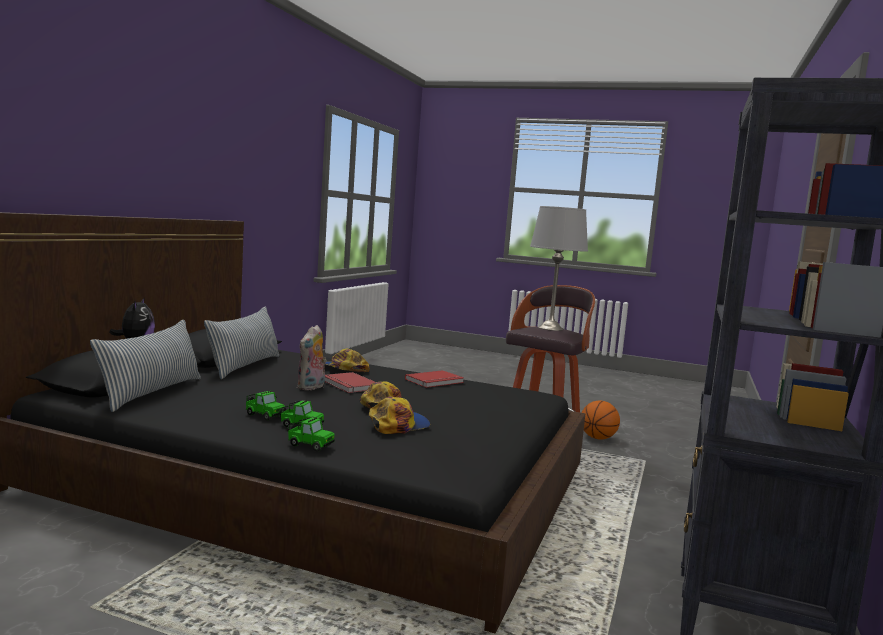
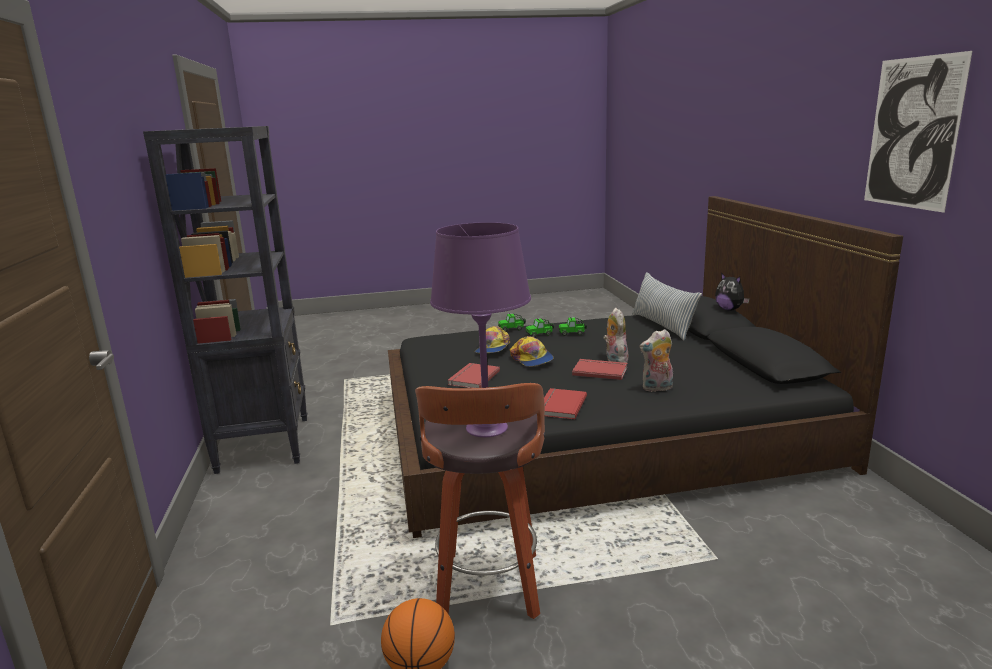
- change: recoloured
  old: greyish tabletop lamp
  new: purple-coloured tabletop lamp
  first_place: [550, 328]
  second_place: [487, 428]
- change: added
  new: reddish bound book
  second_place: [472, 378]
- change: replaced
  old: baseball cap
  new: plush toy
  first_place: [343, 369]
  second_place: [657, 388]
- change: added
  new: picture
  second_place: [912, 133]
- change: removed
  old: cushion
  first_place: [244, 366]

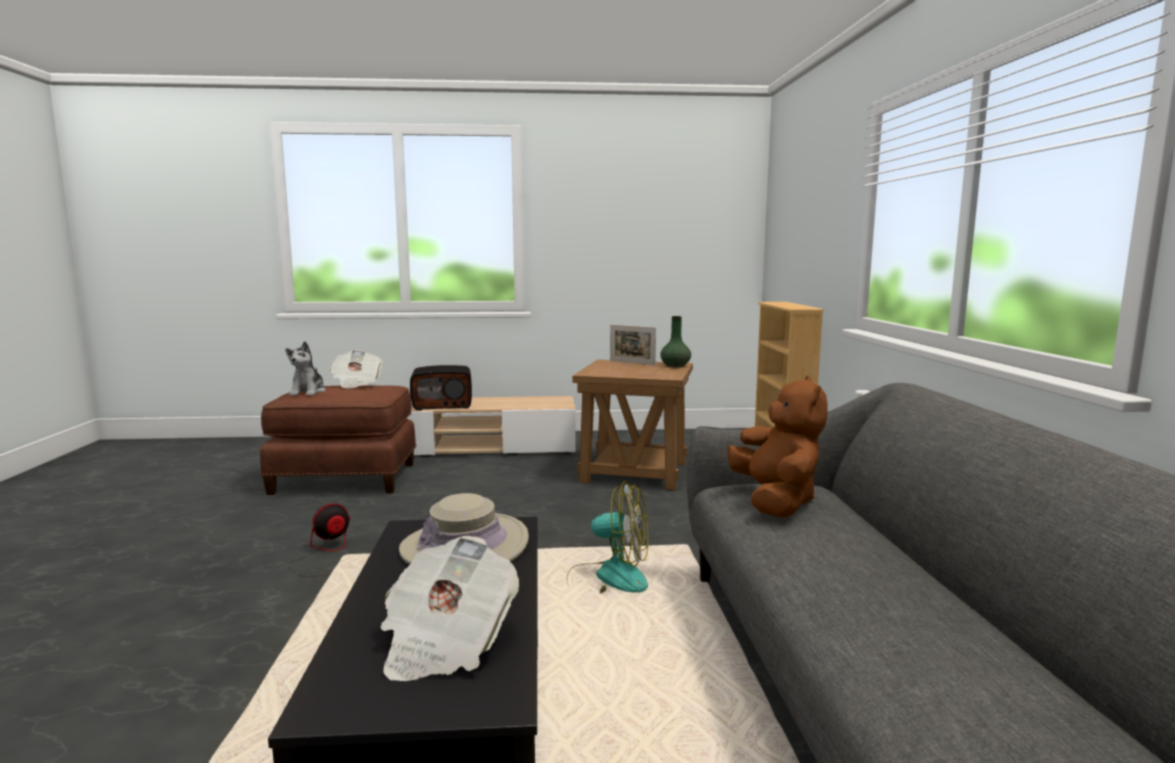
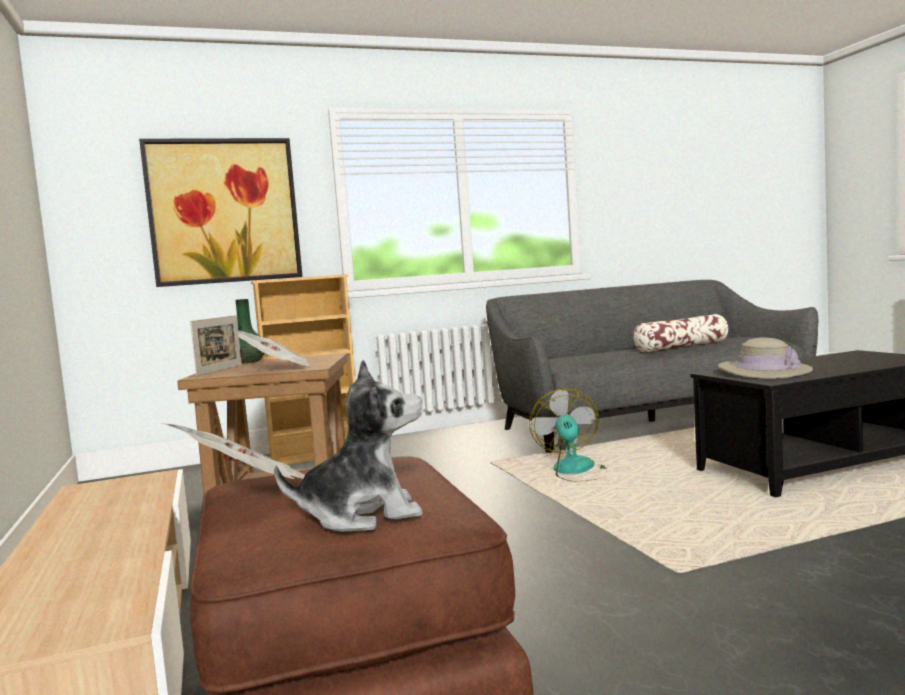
- change: added
  new: picture
  second_place: [224, 211]
- change: moved
  old: newspaper
  first_place: [445, 642]
  second_place: [277, 369]
- change: added
  new: cushion
  second_place: [682, 346]
- change: removed
  old: cooling fan
  first_place: [326, 554]
- change: removed
  old: radio
  first_place: [443, 404]
- change: removed
  old: brownish plush toy
  first_place: [775, 501]

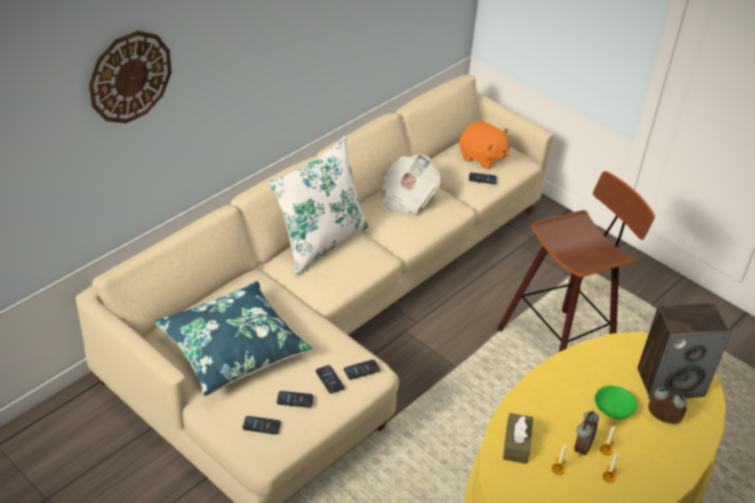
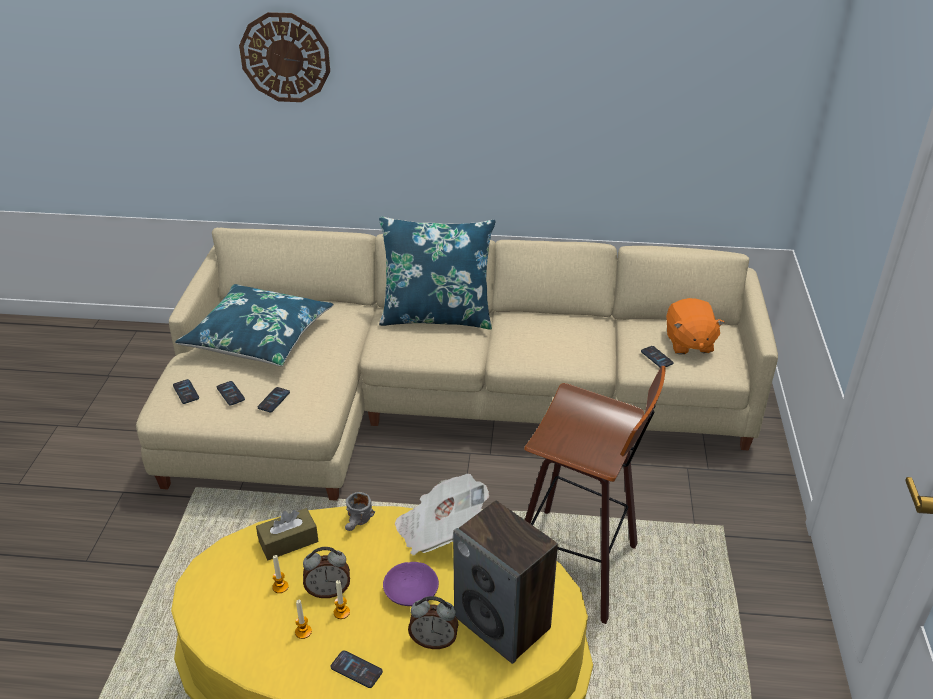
- change: moved
  old: handset
  first_place: [361, 370]
  second_place: [356, 669]
- change: added
  new: greyish mug
  second_place: [358, 524]
- change: recoloured
  old: white-coloured cushion
  new: blue cushion
  first_place: [319, 242]
  second_place: [437, 316]
- change: recoloured
  old: green bowl
  new: purple-coloured bowl
  first_place: [613, 408]
  second_place: [411, 591]
- change: moved
  old: newspaper
  first_place: [406, 198]
  second_place: [440, 530]
- change: turned
  old: table clock
  first_place: [662, 420]
  second_place: [434, 641]
  degrees: 105

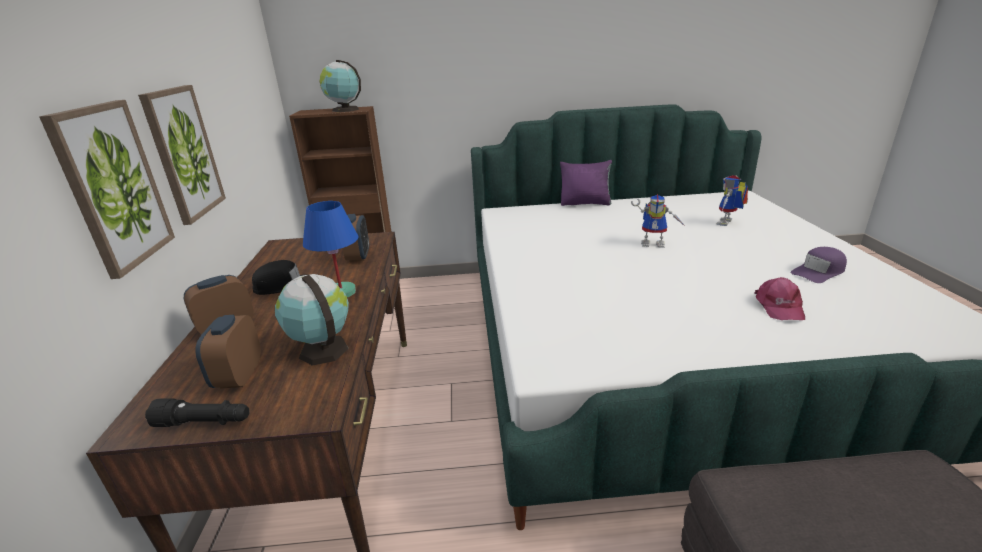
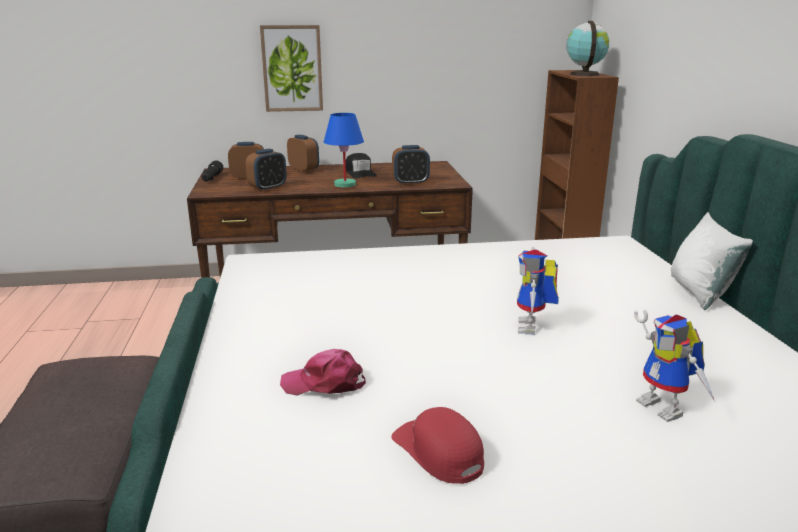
- change: replaced
  old: globe
  new: table clock
  first_place: [322, 349]
  second_place: [268, 188]
- change: recoloured
  old: purple-coloured baseball cap
  new: reddish baseball cap
  first_place: [818, 271]
  second_place: [438, 452]
- change: turned
  old: robot figure
  first_place: [727, 223]
  second_place: [667, 408]
  degrees: -150
- change: recoloured
  old: purple-coloured cushion
  new: white-coloured cushion
  first_place: [585, 203]
  second_place: [699, 293]
- change: removed
  old: picture
  first_place: [184, 153]

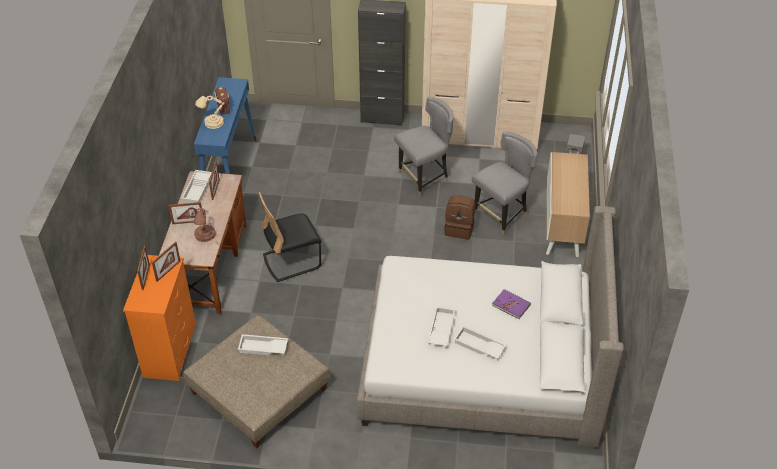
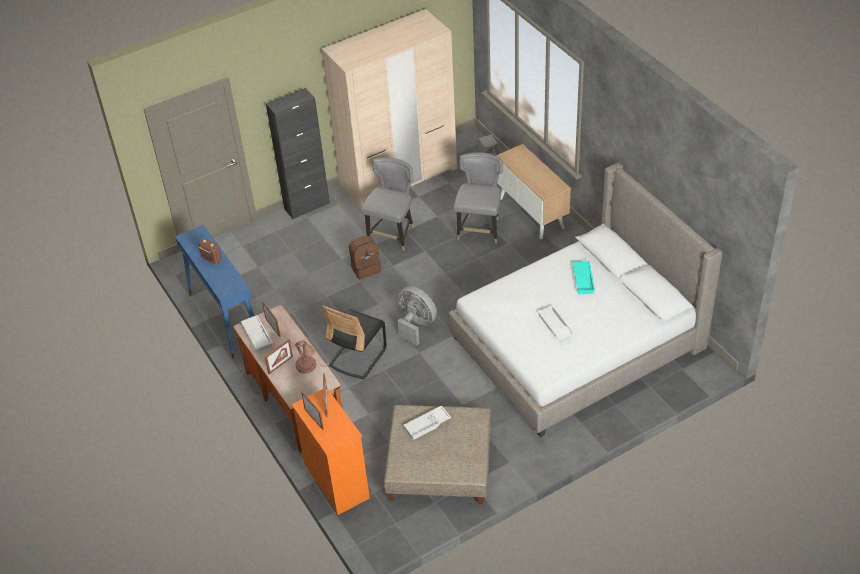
- change: moved
  old: brownish rucksack
  first_place: [459, 229]
  second_place: [365, 268]
- change: added
  new: greyish cooling fan
  second_place: [416, 325]
- change: replaced
  old: purple-coloured bound book
  new: blue-green tray
  first_place: [511, 305]
  second_place: [584, 280]
- change: removed
  old: sand-coloured tabletop lamp
  first_place: [212, 123]
- change: removed
  old: white-coloured tray
  first_place: [478, 346]

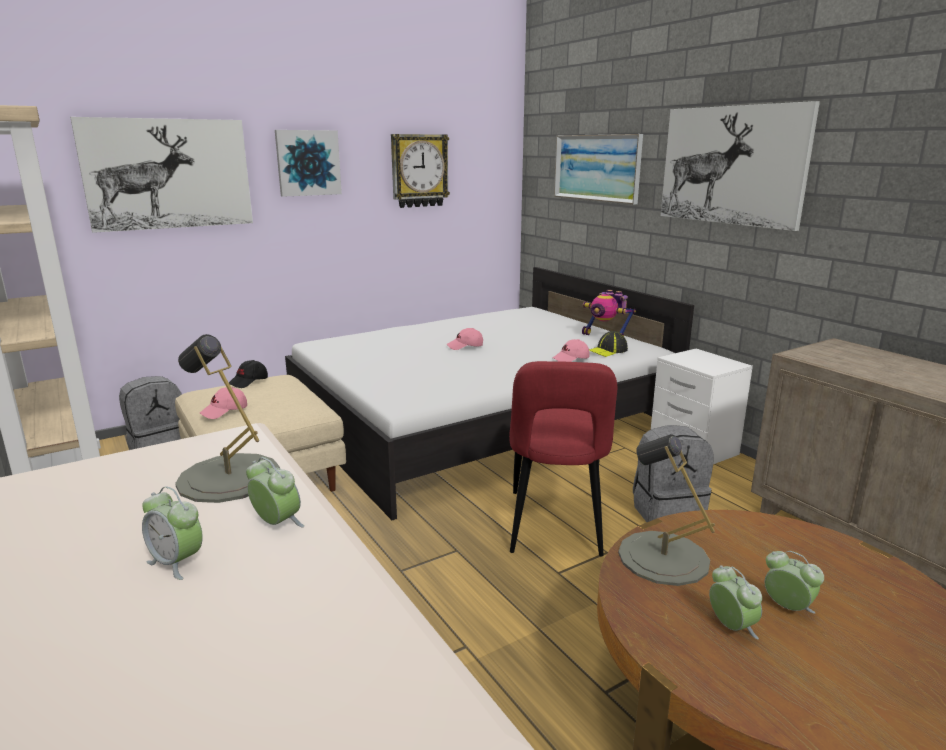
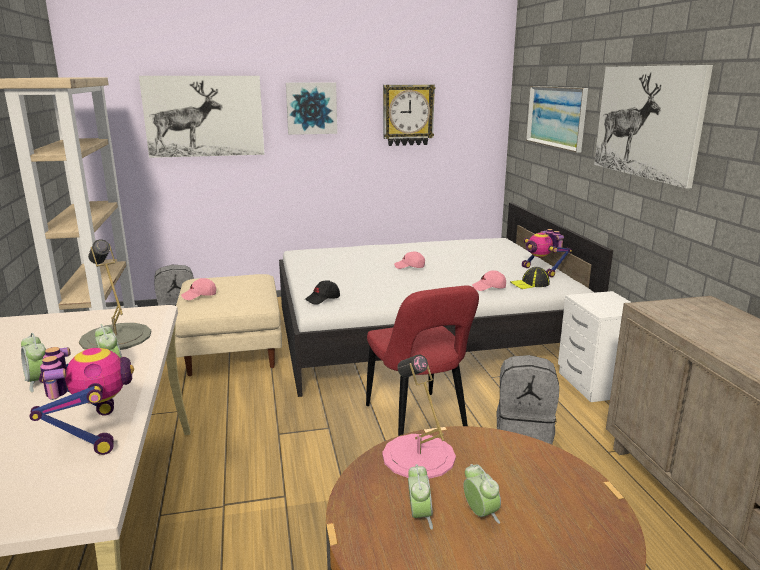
- change: added
  new: robot figure
  second_place: [92, 433]
- change: moved
  old: black-coloured baseball cap
  first_place: [248, 382]
  second_place: [323, 299]
- change: turned
  old: reddish plain chair
  first_place: [555, 527]
  second_place: [417, 425]
  degrees: -45
- change: recoloured
  old: greyish tabletop lamp
  new: pinkish tabletop lamp
  first_place: [663, 557]
  second_place: [418, 456]

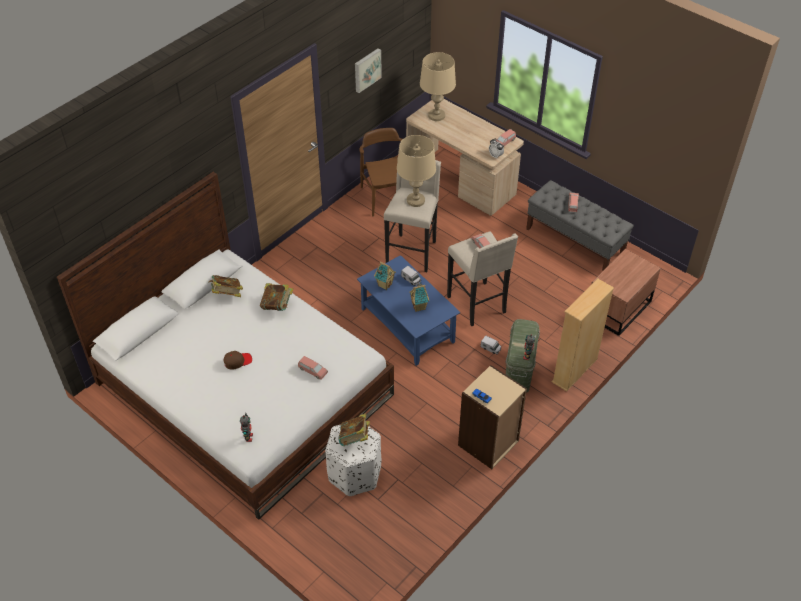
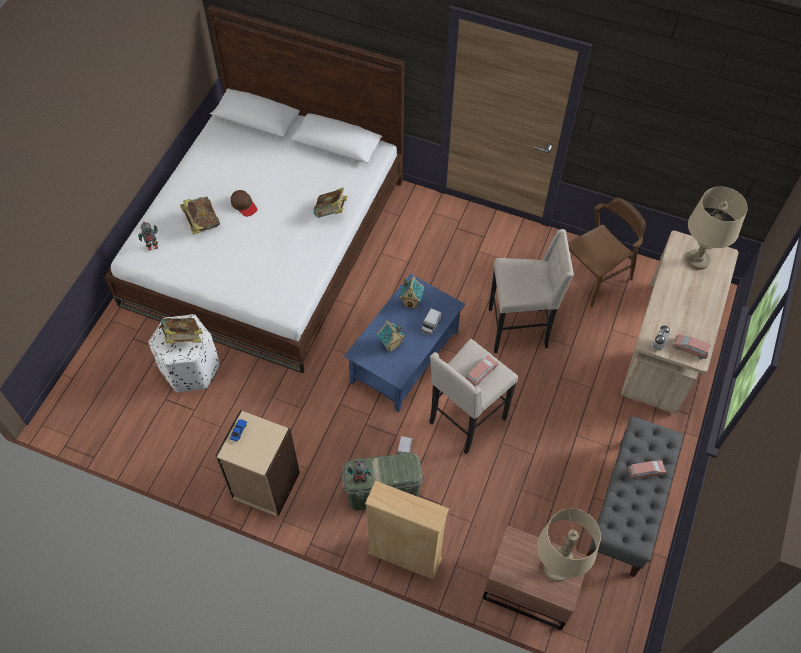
- change: moved
  old: bound book
  first_place: [227, 294]
  second_place: [202, 223]
- change: moved
  old: sand-coloured tabletop lamp
  first_place: [415, 200]
  second_place: [556, 568]
- change: removed
  old: pinkish miniature car
  first_place: [312, 371]
- change: removed
  old: picture
  first_place: [366, 69]

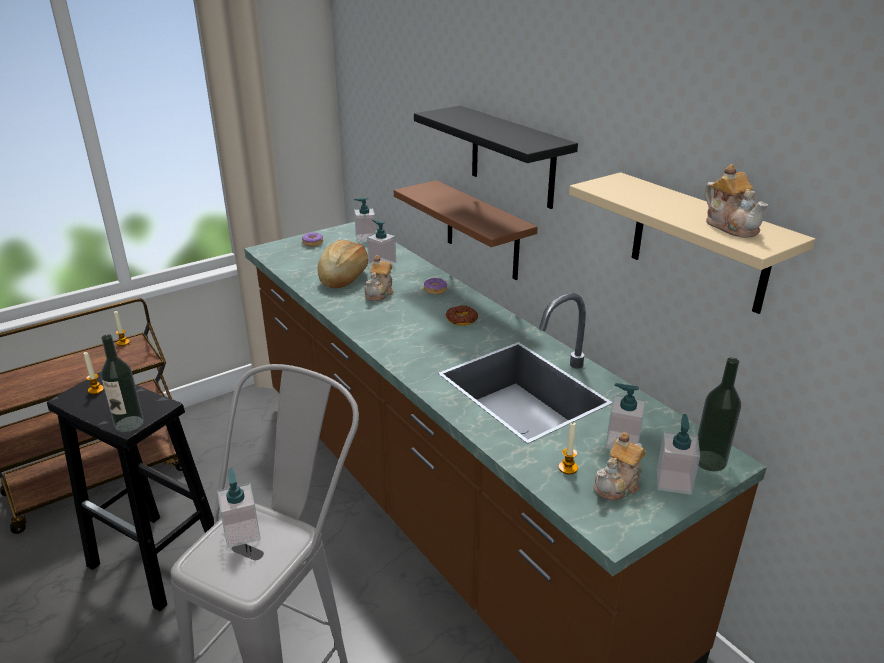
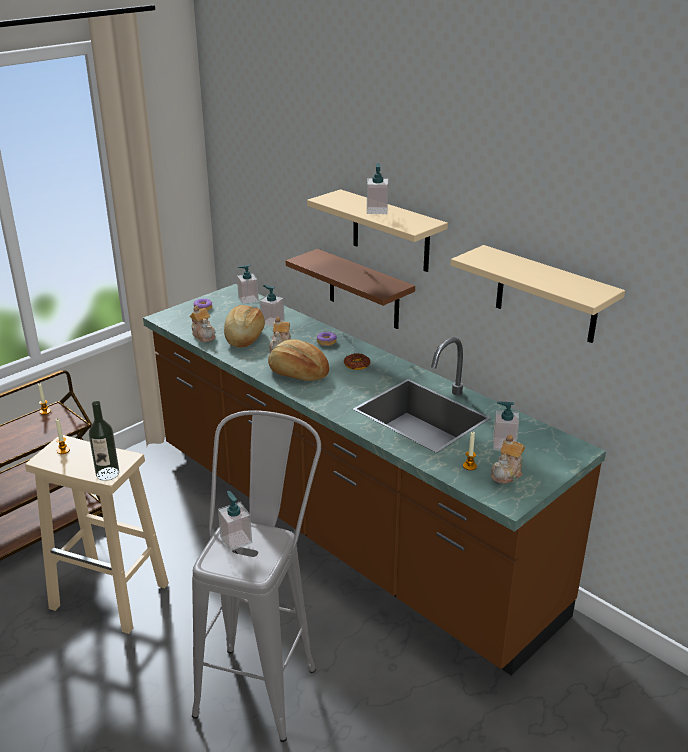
- change: recoloured
  old: black-coloured sitting stool
  new: sand-coloured sitting stool
  first_place: [158, 560]
  second_place: [111, 596]
- change: moved
  old: pot for tea
  first_place: [731, 226]
  second_place: [203, 335]
- change: added
  new: bakery bread
  second_place: [298, 373]
- change: recoloured
  old: black-coloured shelf
  new: sand-coloured shelf
  first_place: [512, 157]
  second_place: [390, 231]
- change: moved
  old: liquid soap bottle
  first_place: [673, 481]
  second_place: [377, 210]
- change: removed
  old: beverage bottle
  first_place: [709, 461]

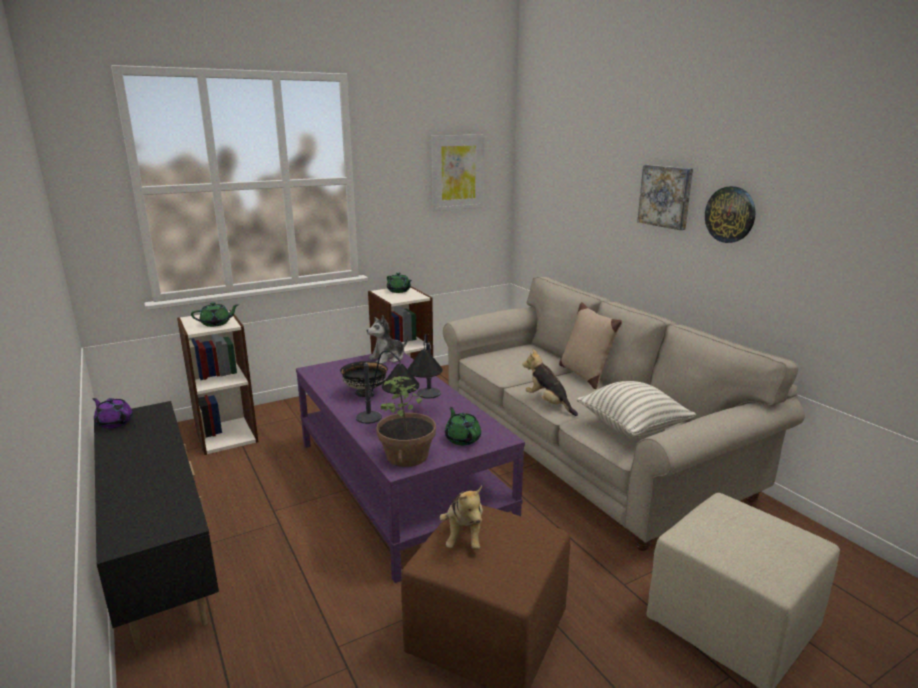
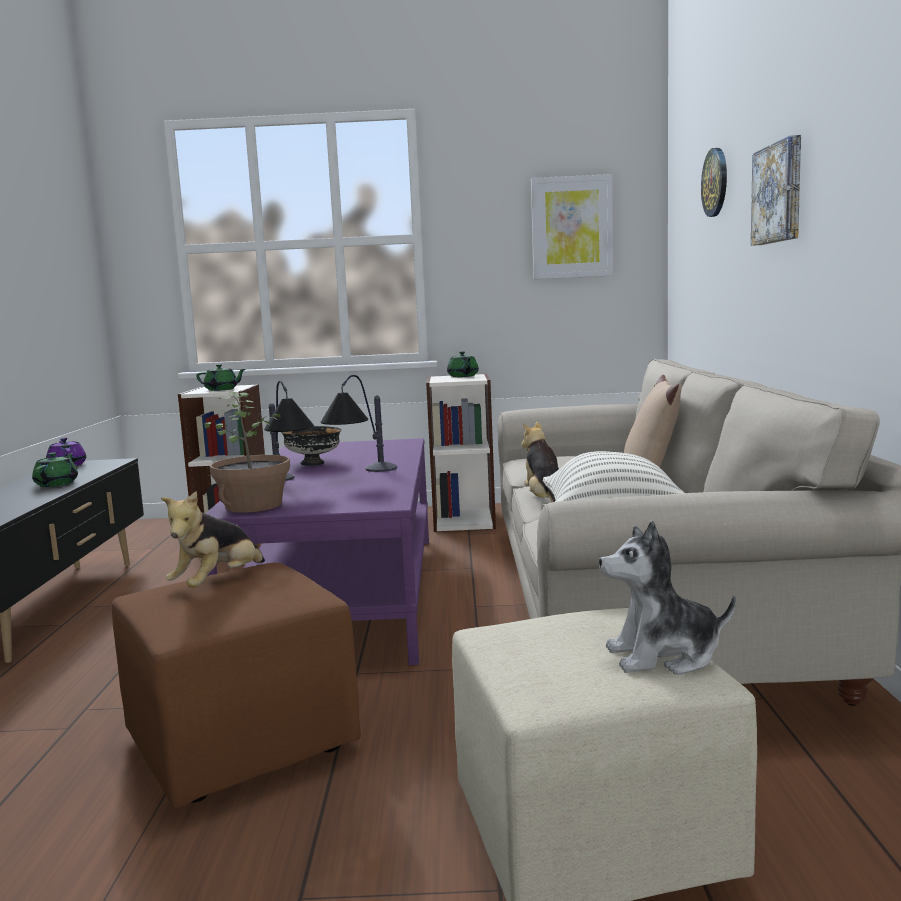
- change: moved
  old: green pot for tea
  first_place: [462, 438]
  second_place: [57, 484]
- change: moved
  old: plush toy
  first_place: [388, 358]
  second_place: [663, 656]
- change: moved
  old: clock on the wall
  first_place: [730, 214]
  second_place: [715, 182]

